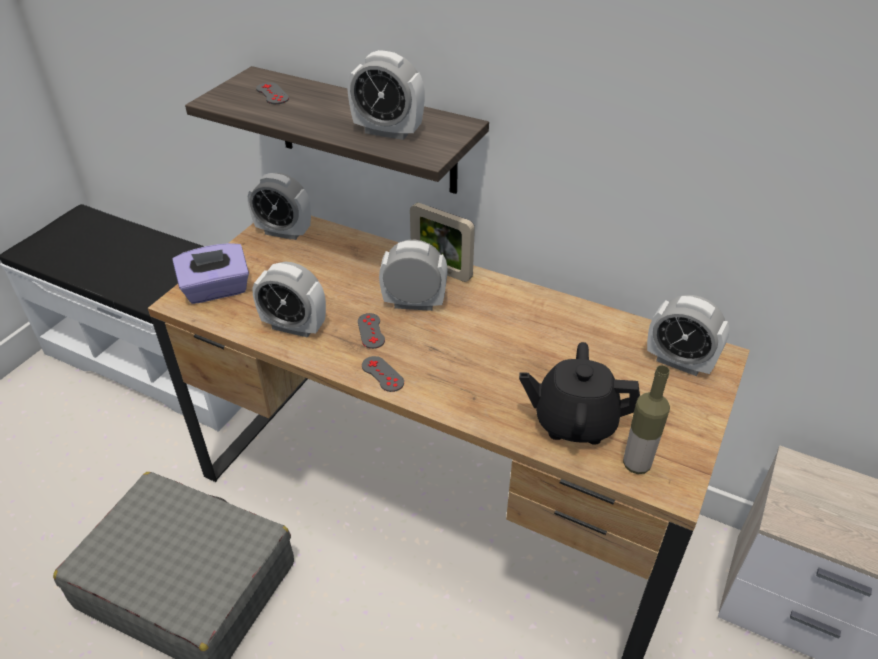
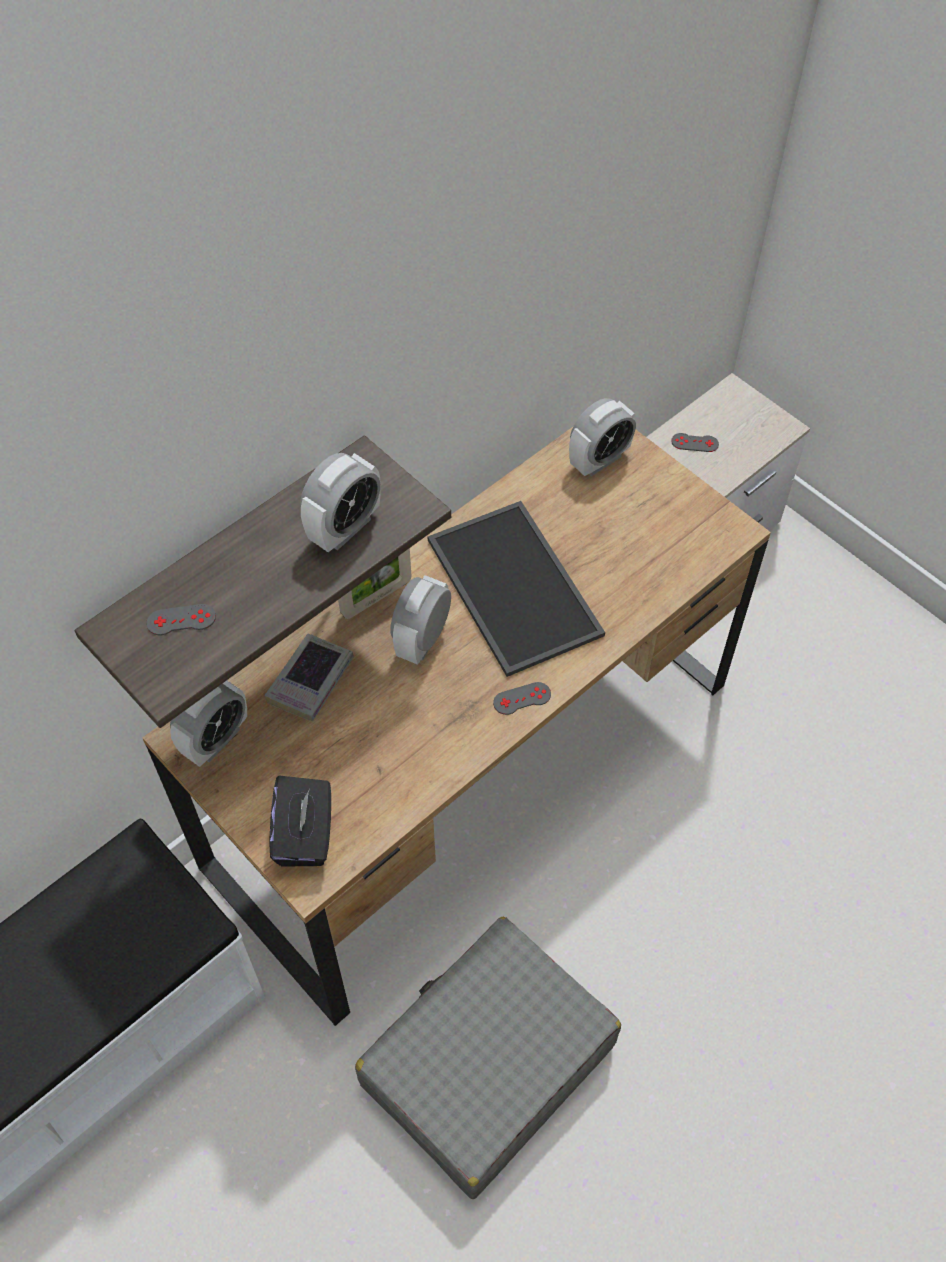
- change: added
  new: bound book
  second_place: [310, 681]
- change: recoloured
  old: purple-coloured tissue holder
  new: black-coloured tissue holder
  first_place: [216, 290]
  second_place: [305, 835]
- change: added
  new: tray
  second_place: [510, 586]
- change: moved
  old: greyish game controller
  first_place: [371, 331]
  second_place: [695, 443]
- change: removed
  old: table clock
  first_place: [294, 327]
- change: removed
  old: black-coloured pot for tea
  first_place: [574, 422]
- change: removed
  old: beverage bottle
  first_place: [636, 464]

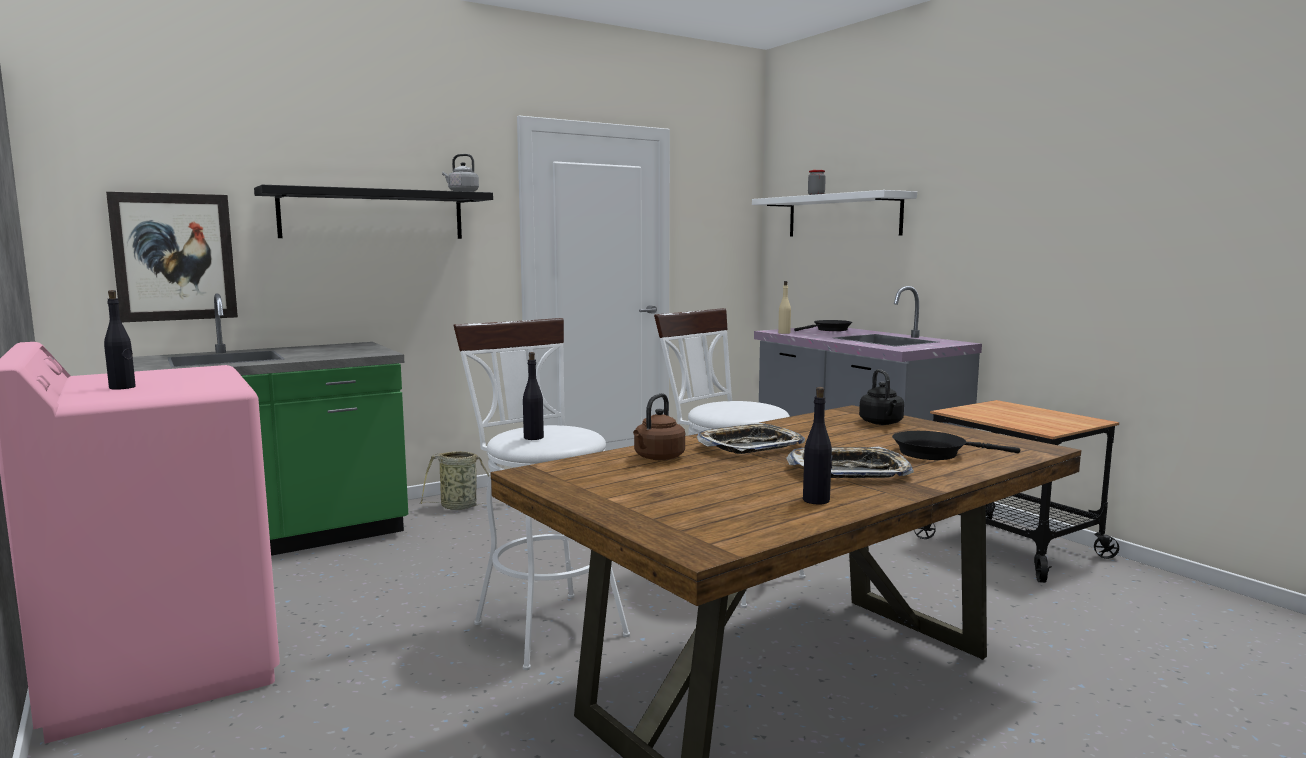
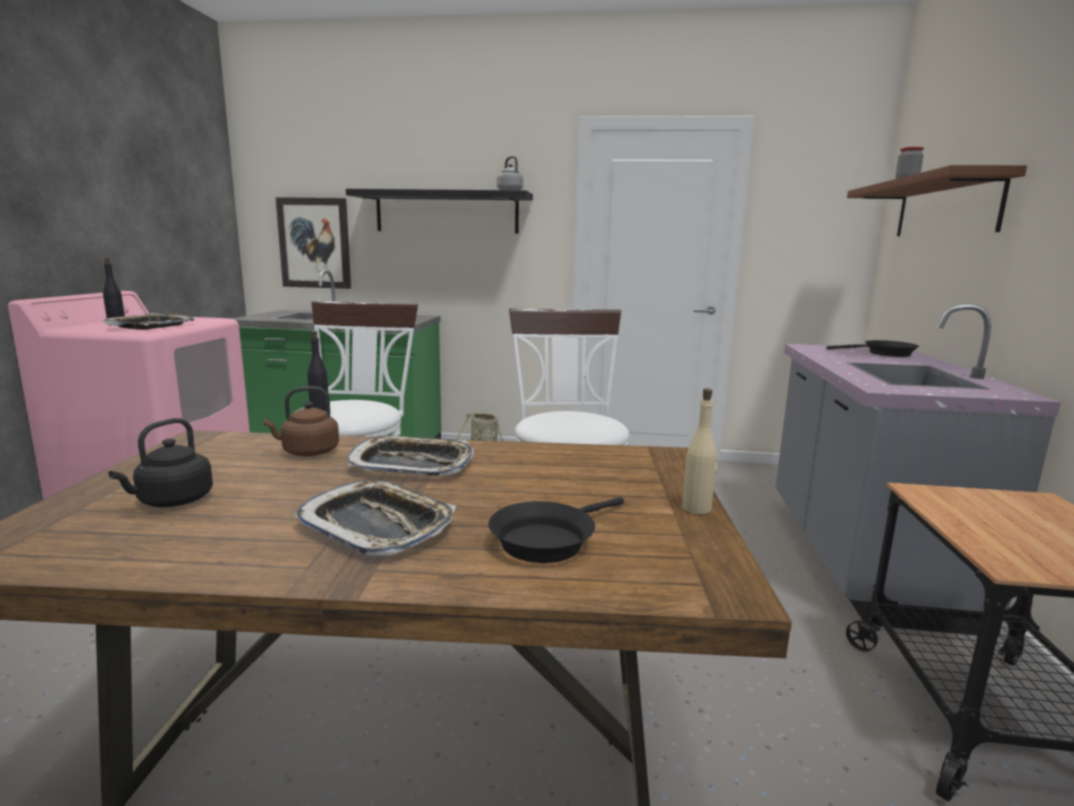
- change: added
  new: tray
  second_place: [151, 327]
- change: moved
  old: black-coloured kettle
  first_place: [882, 423]
  second_place: [172, 501]
- change: turned
  old: black-coloured skillet
  first_place: [935, 453]
  second_place: [548, 540]
  degrees: -90
- change: moved
  old: sand-coloured beverage bottle
  first_place: [784, 333]
  second_place: [697, 508]
- change: recoloured
  old: white-coloured shelf
  new: brownish shelf
  first_place: [843, 216]
  second_place: [946, 207]
- change: removed
  old: black-coloured beverage bottle
  first_place: [816, 500]

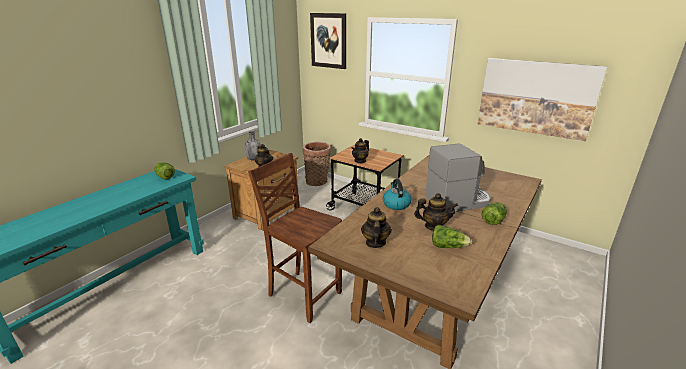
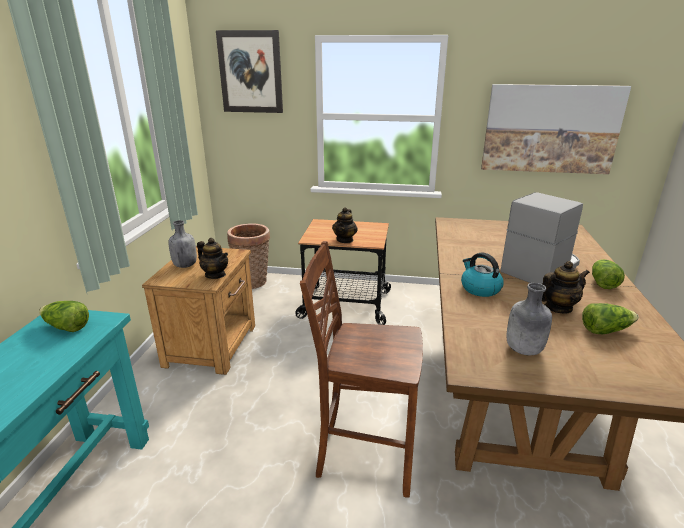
- change: replaced
  old: pot for tea
  new: greyish beverage bottle
  first_place: [375, 243]
  second_place: [523, 350]

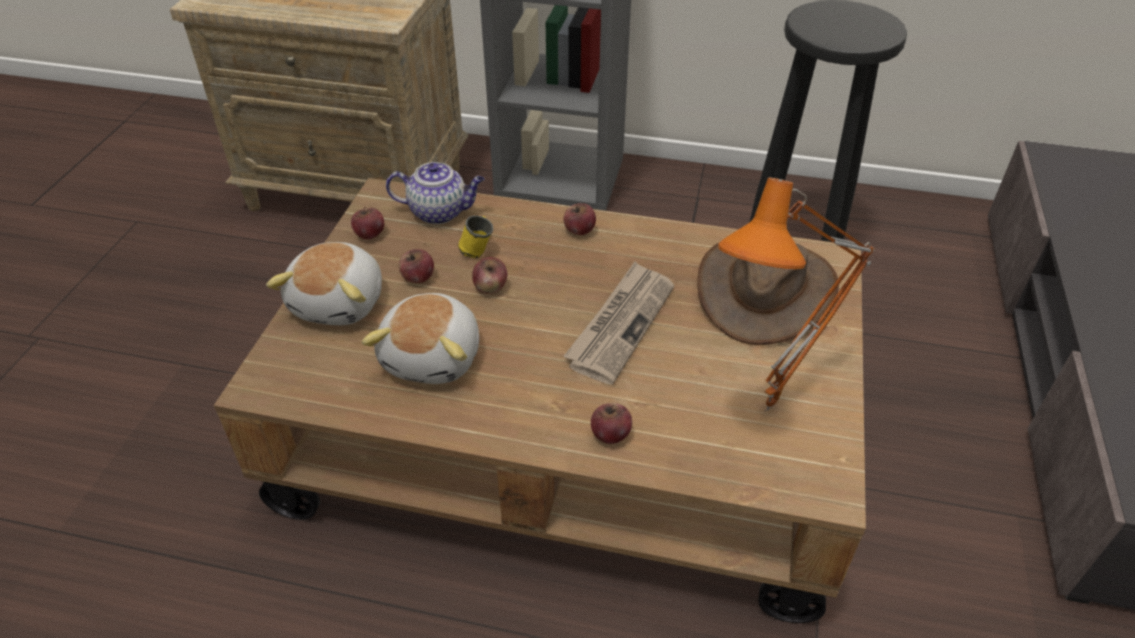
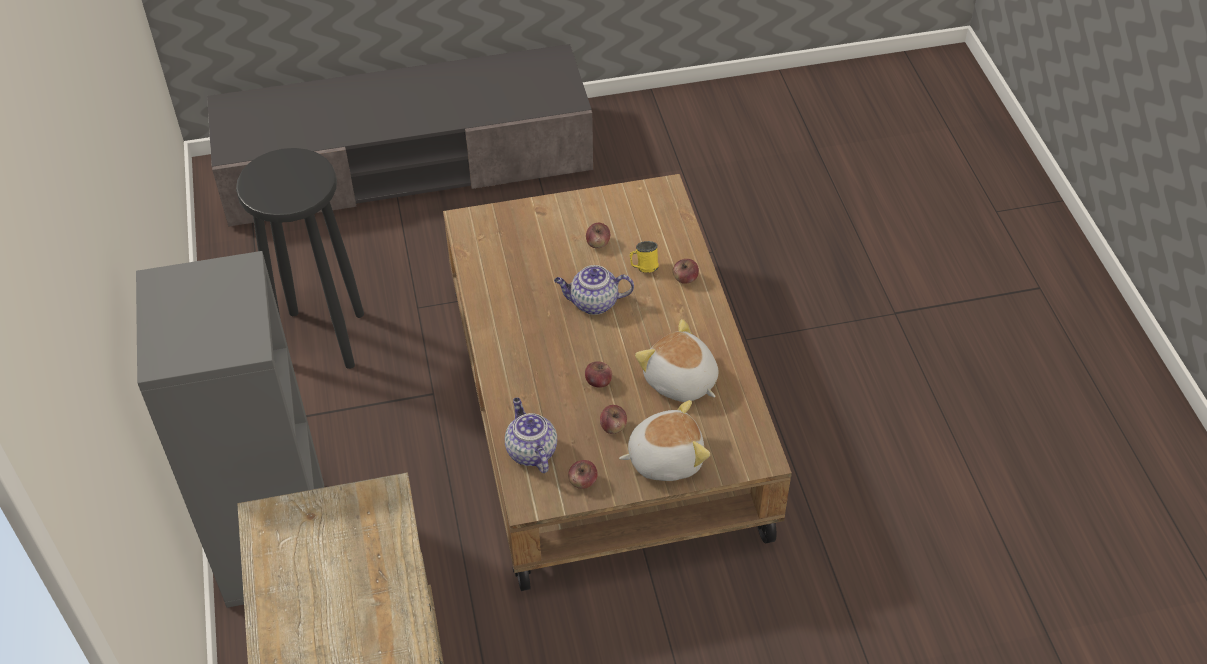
- change: replaced
  old: newspaper
  new: pot for tea
  first_place: [620, 324]
  second_place: [593, 303]
- change: moved
  old: whole apple
  first_place: [579, 230]
  second_place: [598, 243]
- change: moved
  old: yellow-coloured mug
  first_place: [478, 250]
  second_place: [643, 267]
- change: turned
  old: plush toy
  first_place: [434, 357]
  second_place: [680, 381]
  degrees: -120
- change: removed
  old: brownish wearable hat
  first_place: [764, 290]
- change: removed
  old: orangey tabletop lamp
  first_place: [773, 412]

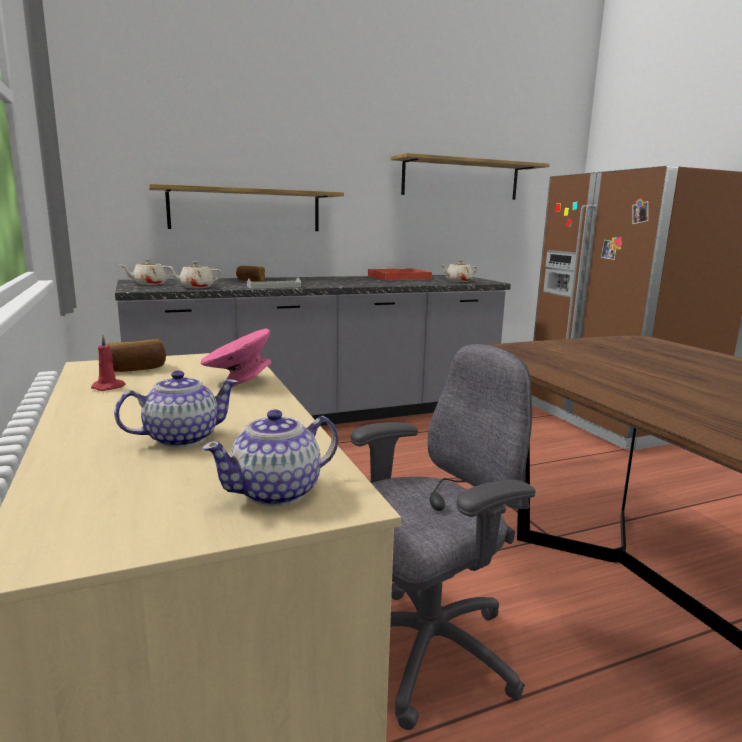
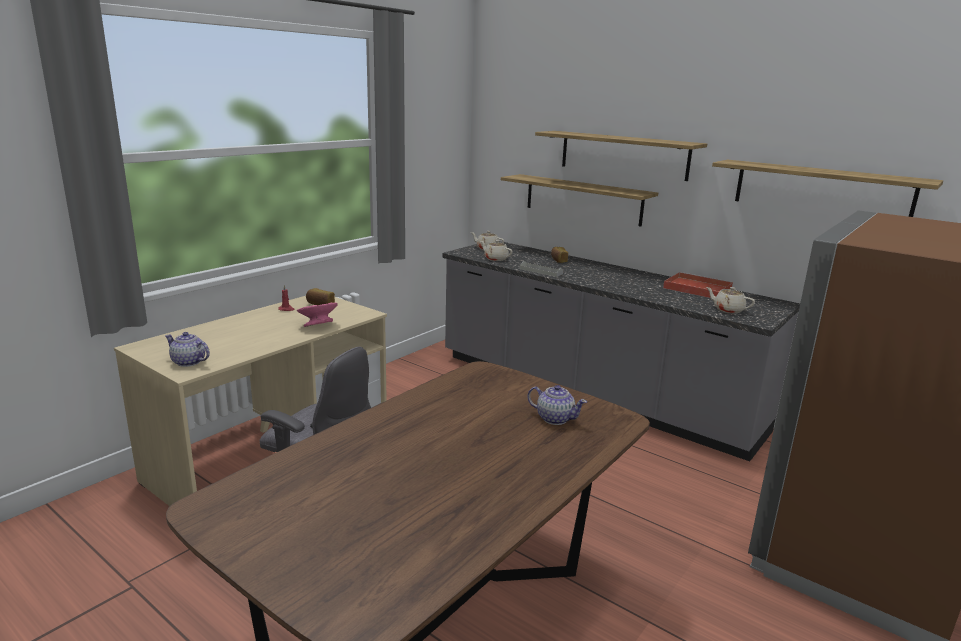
- change: moved
  old: pot for tea
  first_place: [181, 438]
  second_place: [554, 418]
- change: added
  new: shelf
  second_place: [623, 155]

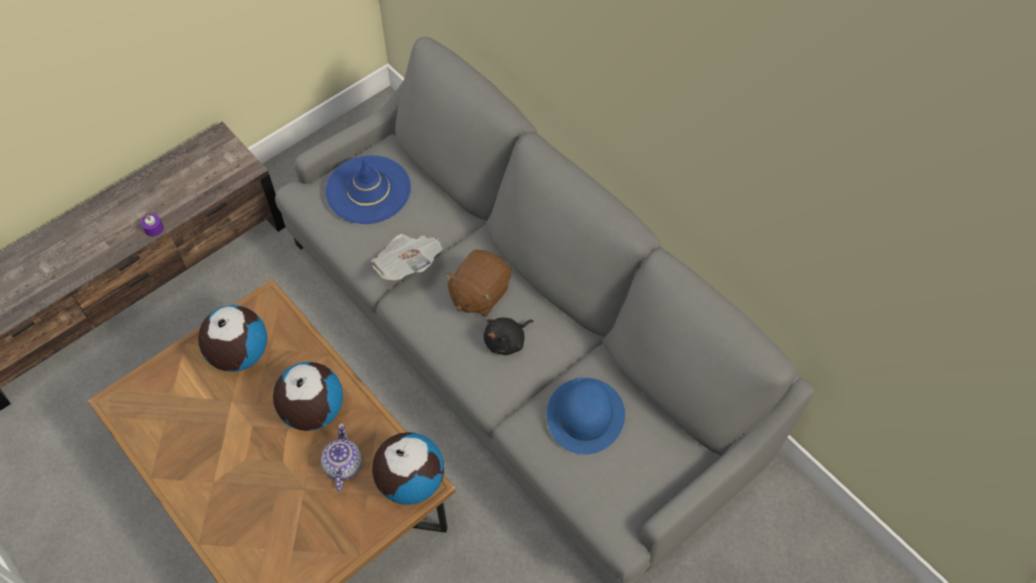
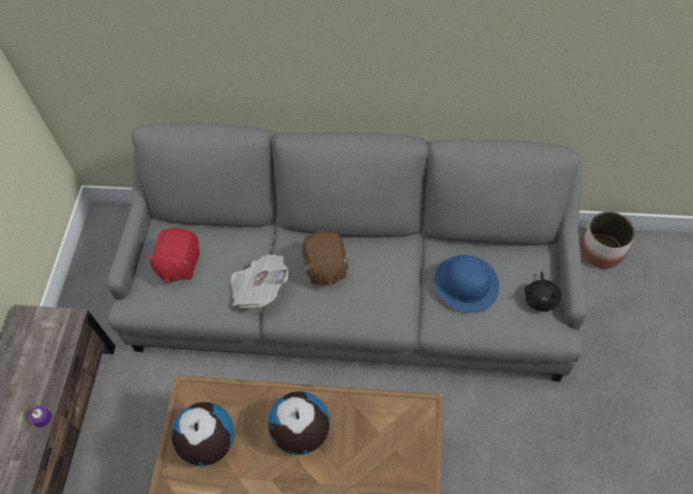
- change: replaced
  old: blue wearable hat
  new: reddish plush toy
  first_place: [368, 190]
  second_place: [179, 264]
- change: moved
  old: black-coloured plush toy
  first_place: [507, 341]
  second_place: [541, 298]
- change: added
  new: planter
  second_place: [602, 250]
- change: removed
  old: pot for tea
  first_place: [343, 466]
- change: removed
  old: globe
  first_place: [410, 480]

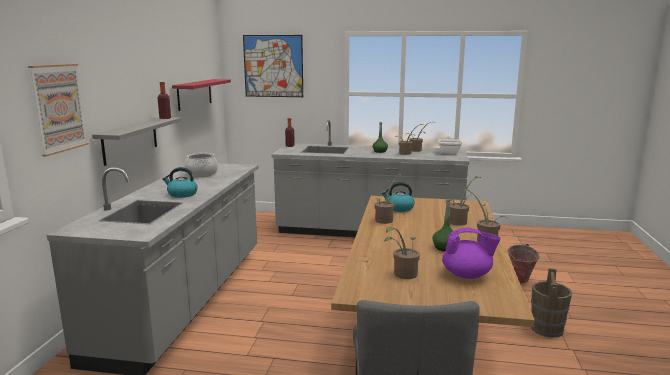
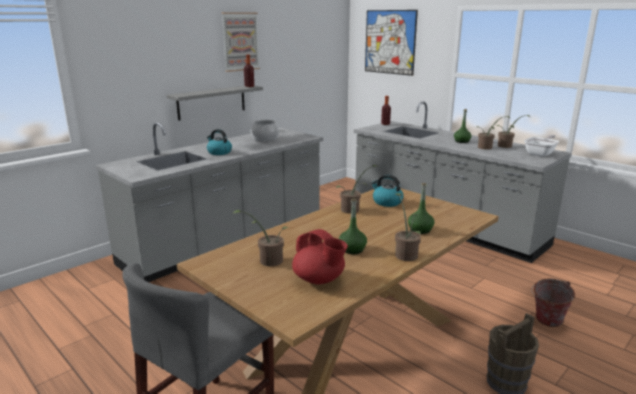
- change: moved
  old: picture
  first_place: [58, 108]
  second_place: [240, 41]
- change: recoloured
  old: purple-coloured pot for tea
  new: reddish pot for tea
  first_place: [467, 275]
  second_place: [319, 279]
- change: replaced
  old: houseplant
  new: green beverage bottle
  first_place: [460, 222]
  second_place: [420, 230]
- change: removed
  old: reddish shelf
  first_place: [194, 94]

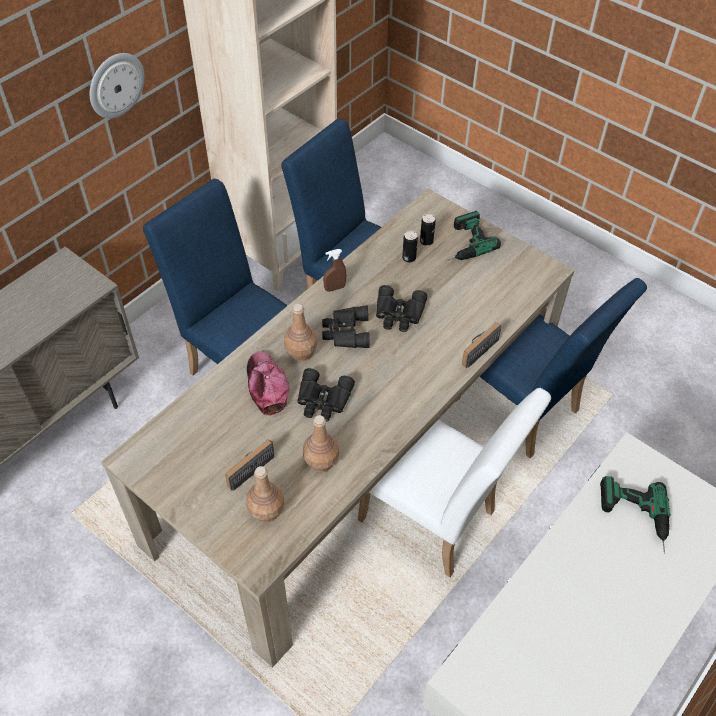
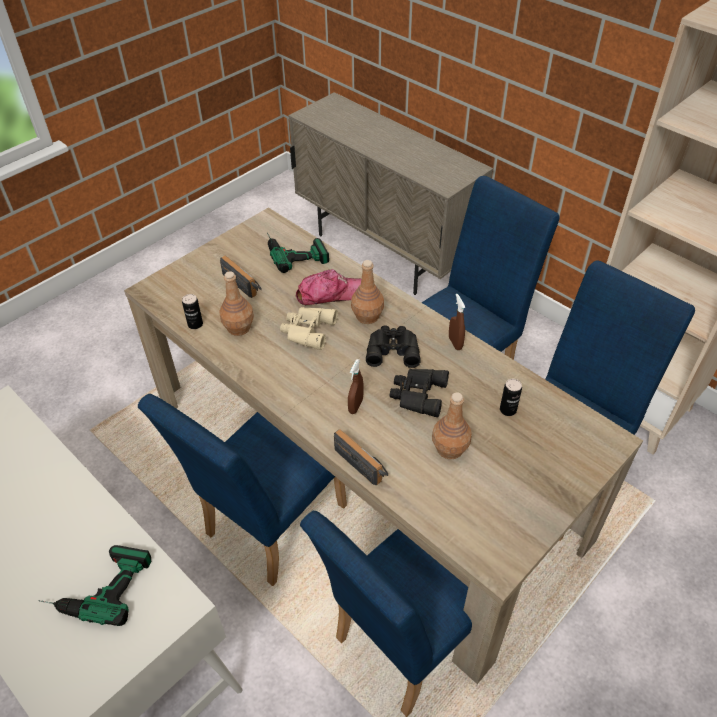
- change: recoloured
  old: white-coloured plain chair
  new: blue plain chair
  first_place: [435, 522]
  second_place: [268, 527]
- change: moved
  old: can
  first_place: [426, 241]
  second_place: [195, 324]
- change: moved
  old: power drill
  first_place: [462, 243]
  second_place: [294, 251]
- change: recoloured
  old: black-coloured field glasses
  new: sand-coloured field glasses
  first_place: [323, 400]
  second_place: [307, 330]
- change: added
  new: brownish spray bottle
  second_place: [355, 406]
- change: moved
  old: brownish beverage bottle
  first_place: [267, 510]
  second_place: [450, 449]
- change: removed
  old: clock on the wall
  first_place: [115, 85]

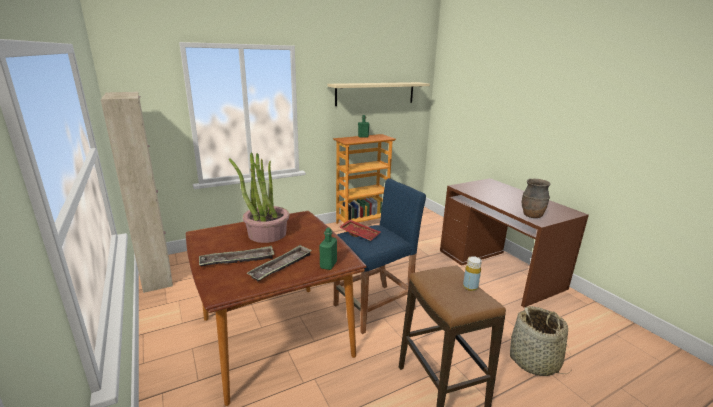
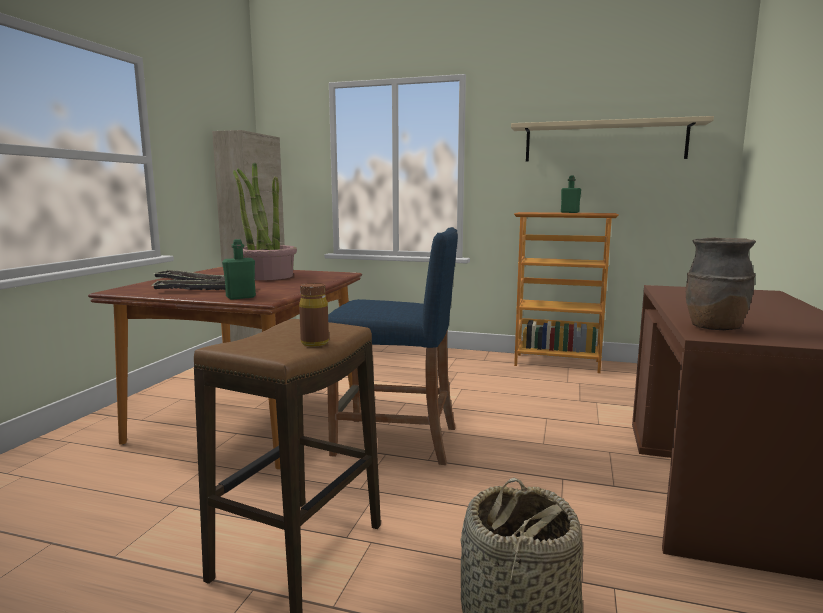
- change: recoloured
  old: yellow-coloured beverage bottle
  new: brownish beverage bottle
  first_place: [470, 287]
  second_place: [314, 343]
- change: removed
  old: reddish tray
  first_place: [360, 234]

